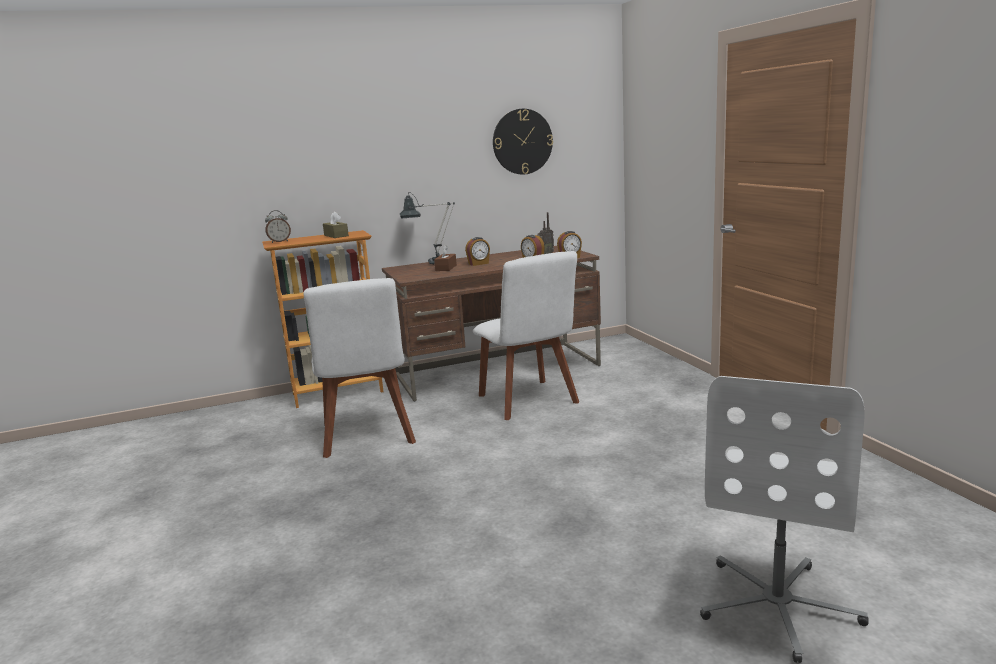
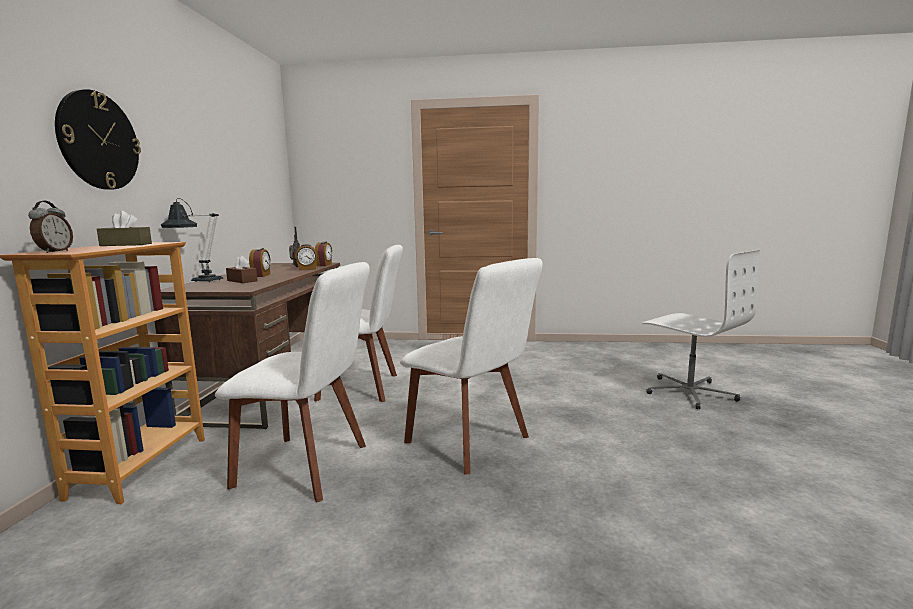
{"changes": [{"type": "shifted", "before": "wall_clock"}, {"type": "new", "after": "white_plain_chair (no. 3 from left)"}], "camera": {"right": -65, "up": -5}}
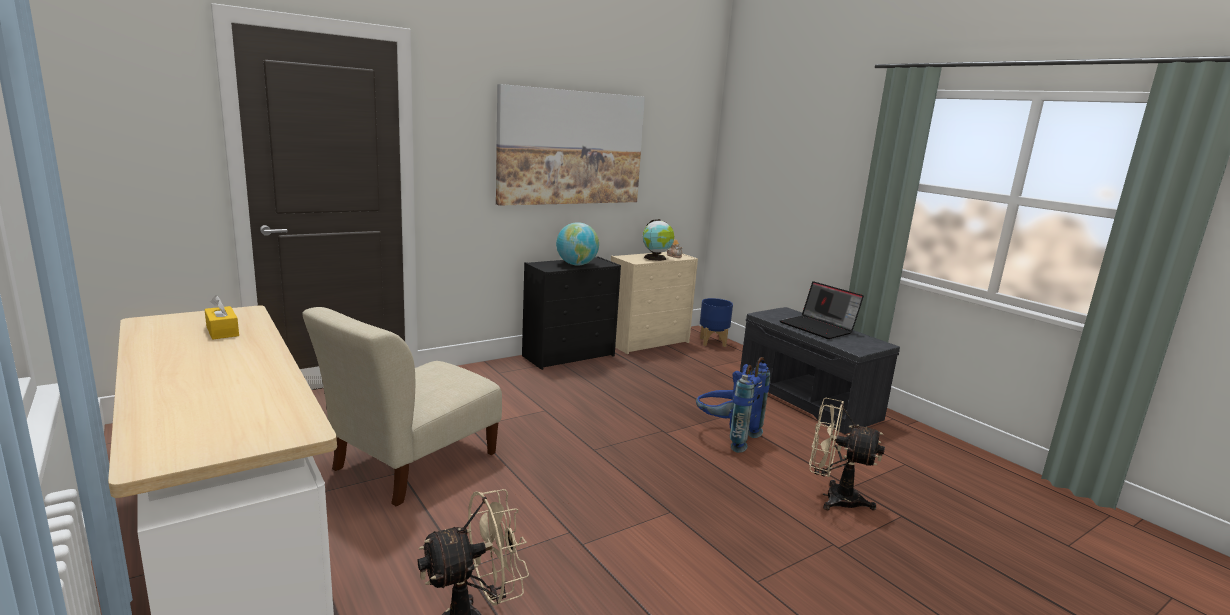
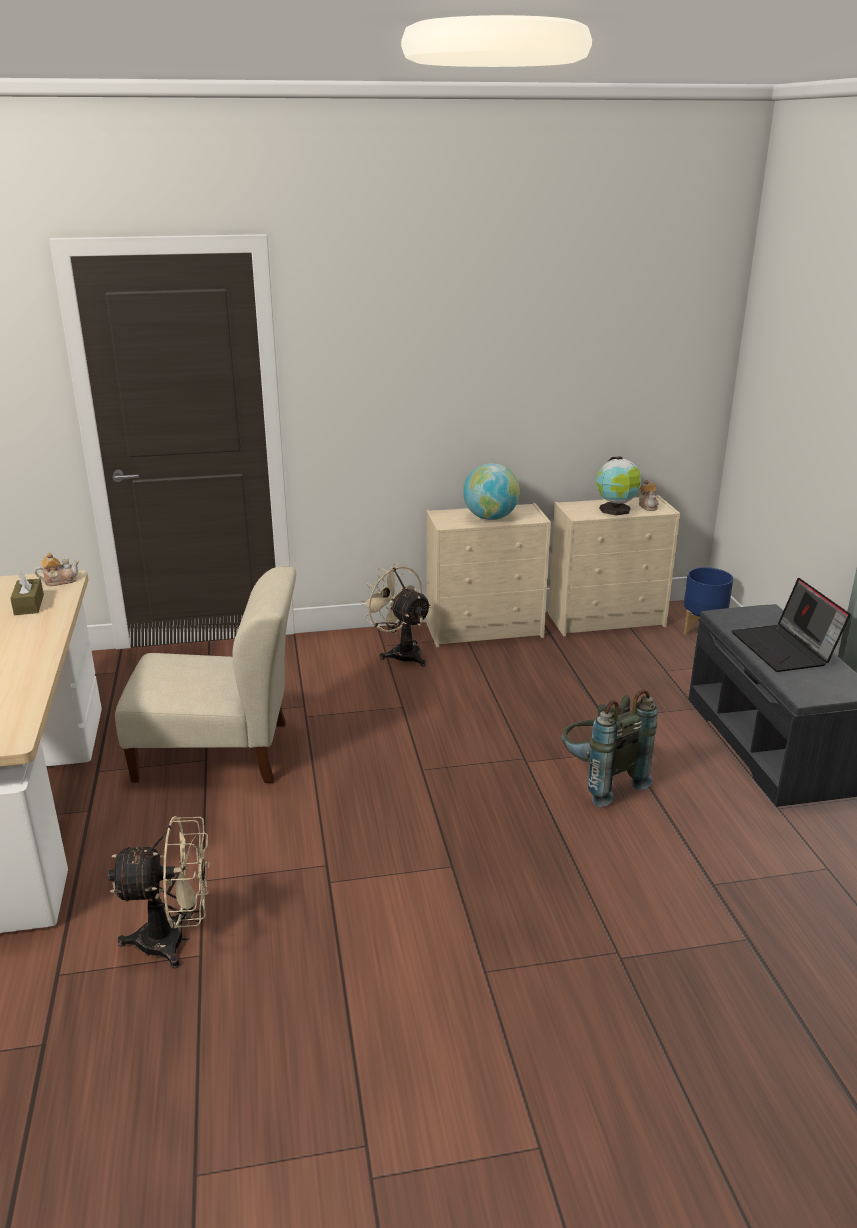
{"changes": [{"type": "repainted", "before": "yellow_tissue_box", "after": "brown-coloured_tissue_box"}, {"type": "rotated", "before": "beige_plain_chair", "turn": -150}, {"type": "gone", "before": "picture"}, {"type": "repainted", "before": "black-coloured_dresser", "after": "beige_dresser (no. 1 from left)"}, {"type": "repainted", "before": "blue_knapsack", "after": "gray_knapsack"}, {"type": "shifted", "before": "beige_cooling_fan (no. 2 from left)"}, {"type": "new", "after": "teapot (no. 1 from left)"}], "camera": {"right": 25, "up": 10}}
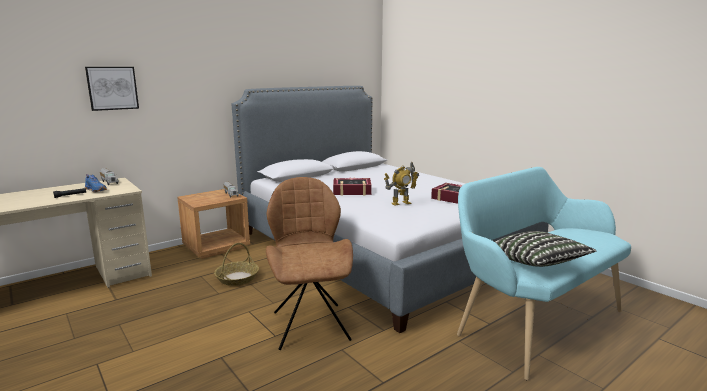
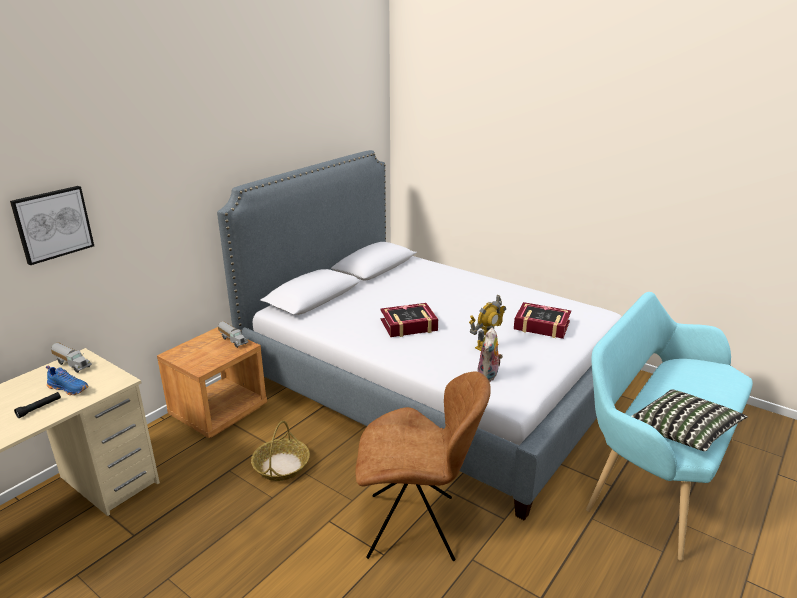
{"changes": [{"type": "rotated", "before": "brown-coloured_plain_chair", "turn": 120}, {"type": "new", "after": "cuddly_toy"}], "camera": {"right": -15, "up": 10}}
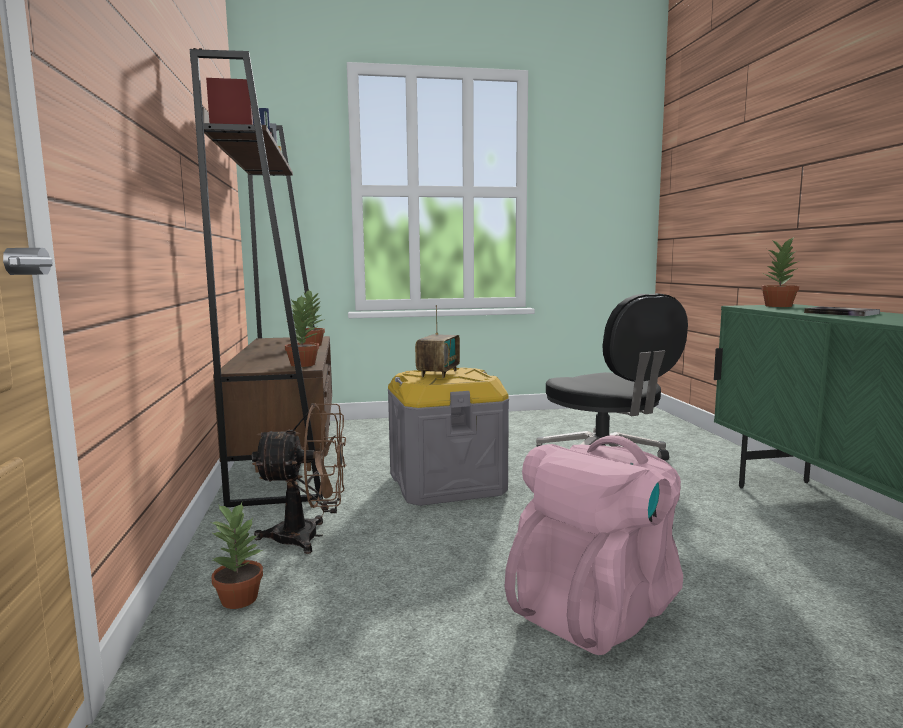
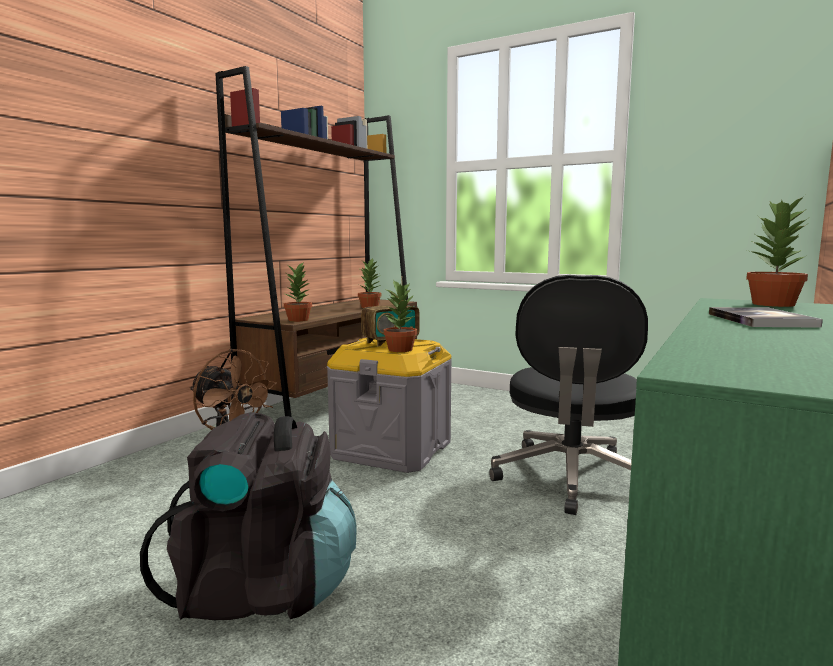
{"changes": [{"type": "shifted", "before": "houseplant (no. 1 from left in the first image)", "after": "houseplant (no. 3 from left)"}, {"type": "repainted", "before": "pink-coloured_knapsack", "after": "black-coloured_knapsack"}], "camera": {"right": 40, "up": 0}}
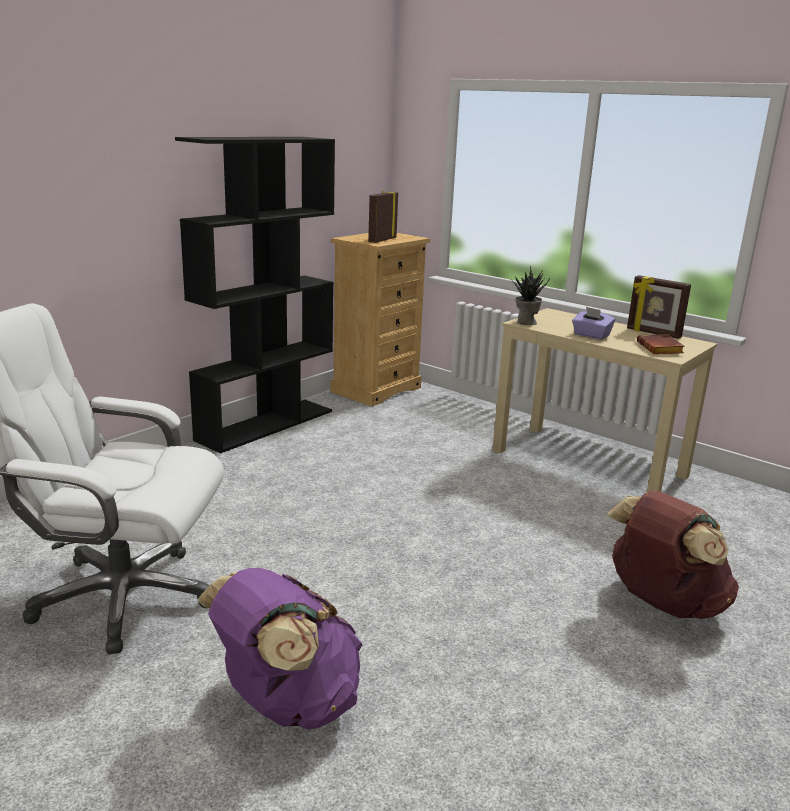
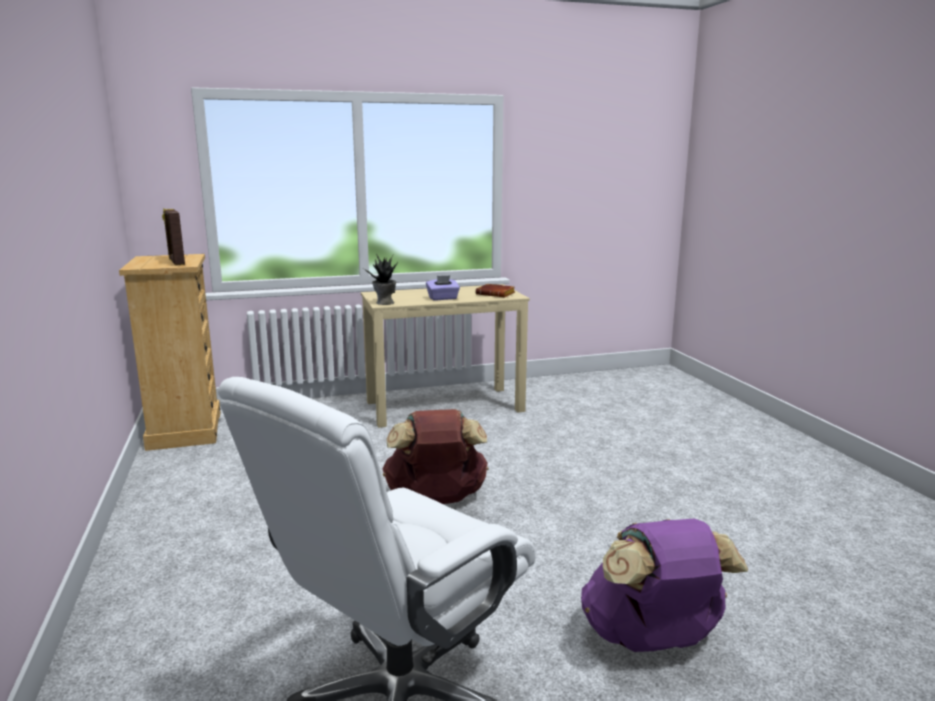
{"changes": [{"type": "gone", "before": "black-coloured_bookshelf"}, {"type": "shifted", "before": "brown-coloured_knapsack"}, {"type": "gone", "before": "photo_frame (no. 2 from left)"}], "camera": {"right": -55, "up": -5}}
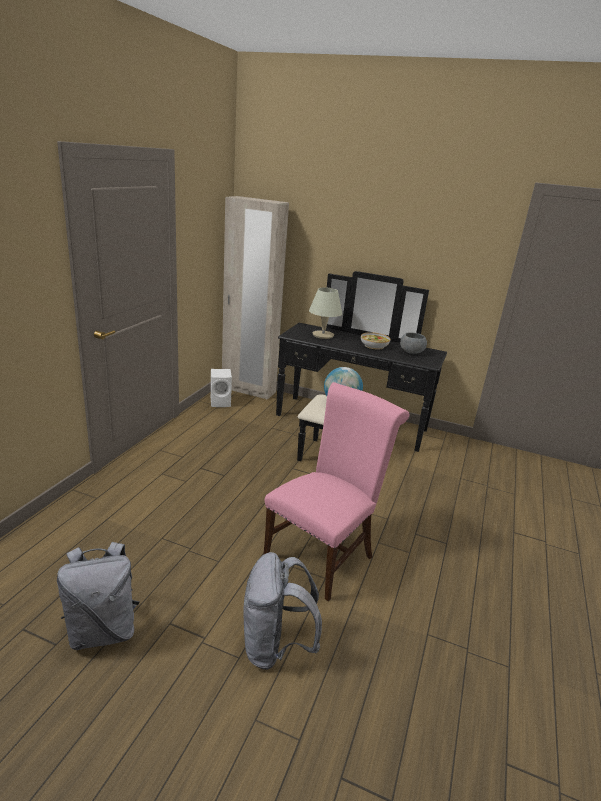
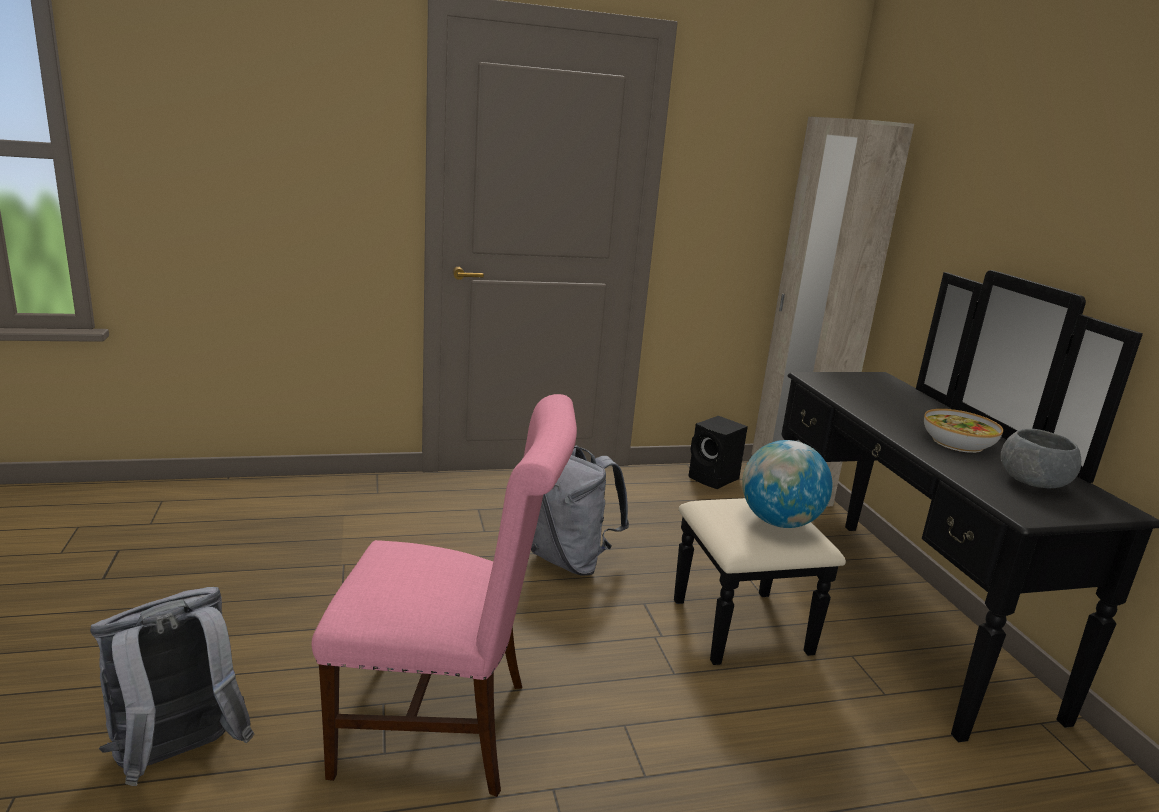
{"changes": [{"type": "shifted", "before": "gray_knapsack (no. 1 from left in the first image)", "after": "gray_knapsack (no. 2 from left)"}, {"type": "repainted", "before": "white_audio_speaker", "after": "black-coloured_audio_speaker"}, {"type": "gone", "before": "beige_lamp_for_a_table"}], "camera": {"right": 55, "up": -5}}
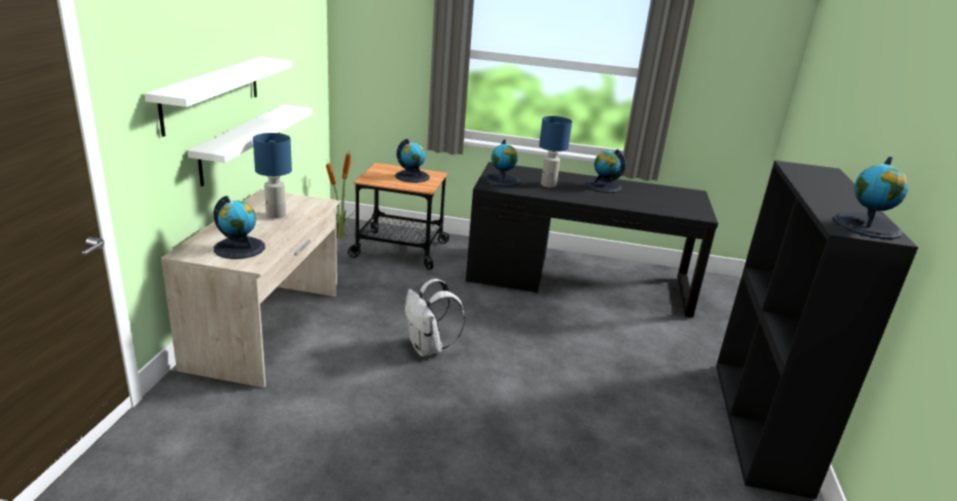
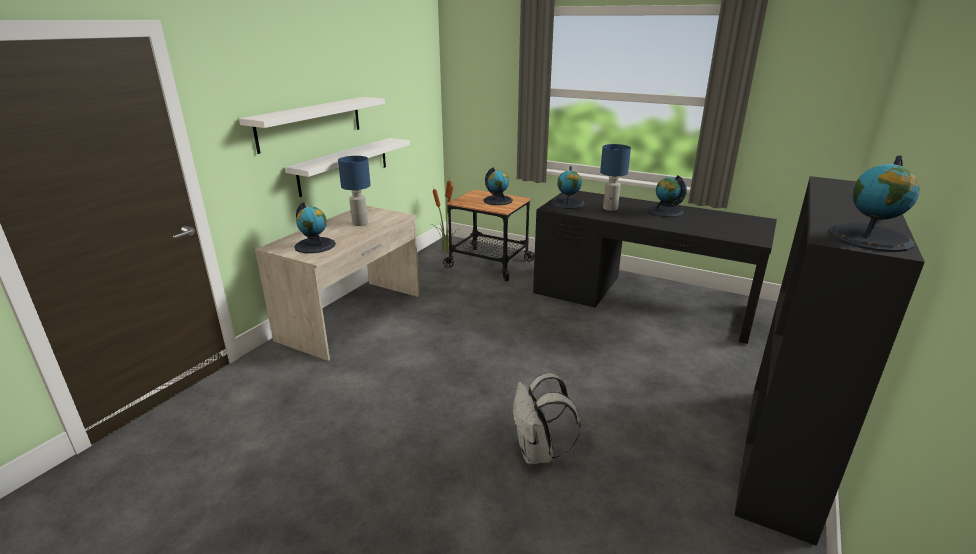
{"changes": [{"type": "shifted", "before": "white_knapsack"}], "camera": {"right": 20, "up": 0}}
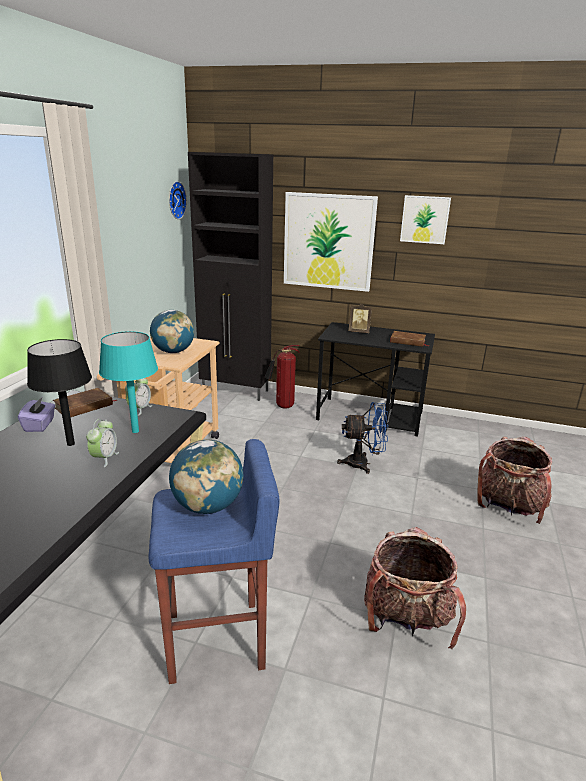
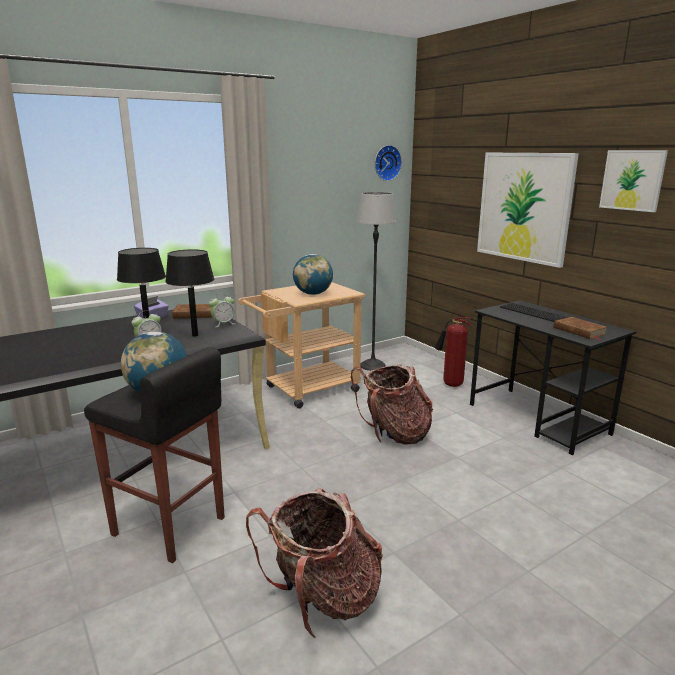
{"changes": [{"type": "repainted", "before": "turquoise_lamp_for_a_table", "after": "black-coloured_lamp_for_a_table (no. 2 from left)"}, {"type": "repainted", "before": "blue_stool_seat", "after": "black-coloured_stool_seat"}, {"type": "gone", "before": "black-coloured_cupboard"}, {"type": "gone", "before": "blue_cooling_fan"}, {"type": "swapped", "before": "photo_frame", "after": "keyboard"}, {"type": "shifted", "before": "knapsack (no. 2 from left)"}, {"type": "new", "after": "floor_lamp"}], "camera": {"right": 40, "up": -5}}
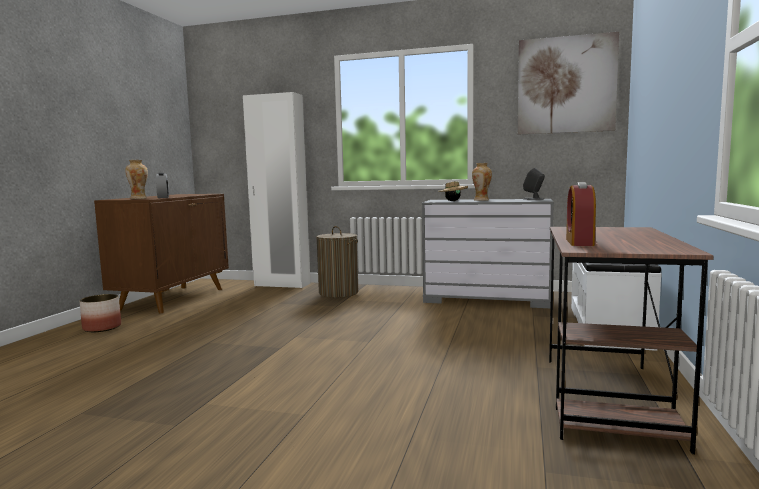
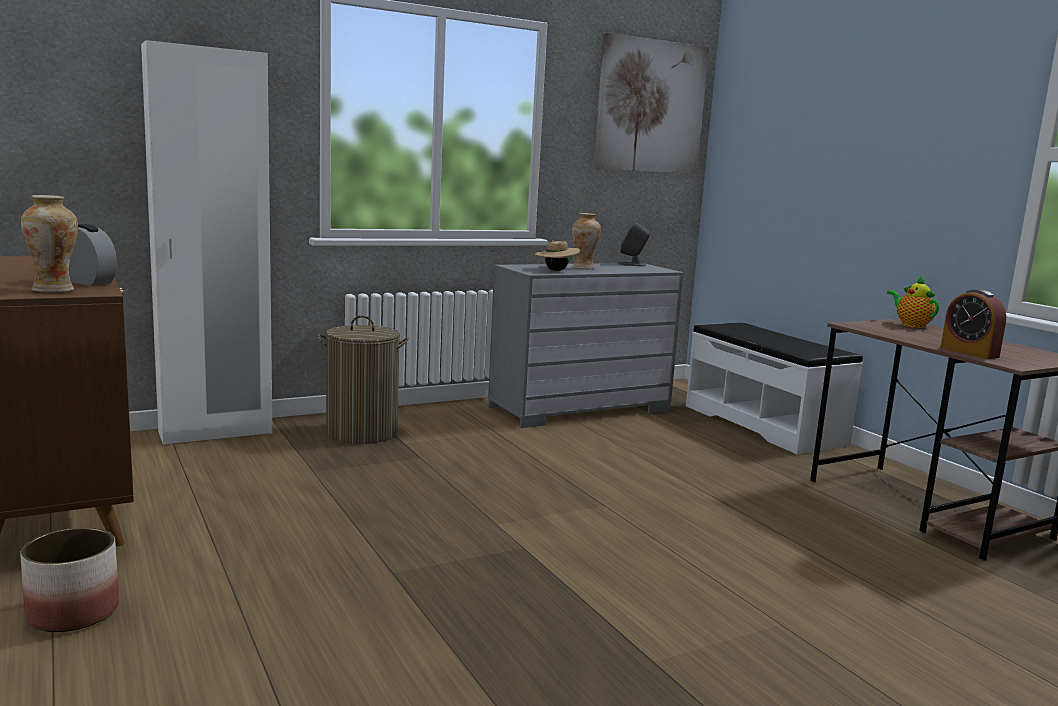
{"changes": [{"type": "new", "after": "teapot"}], "camera": {"right": -45, "up": 5}}
